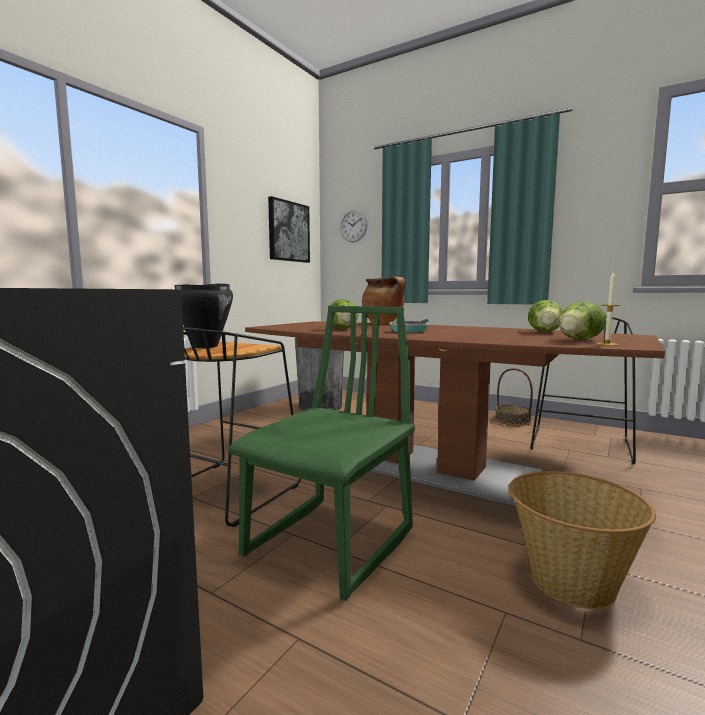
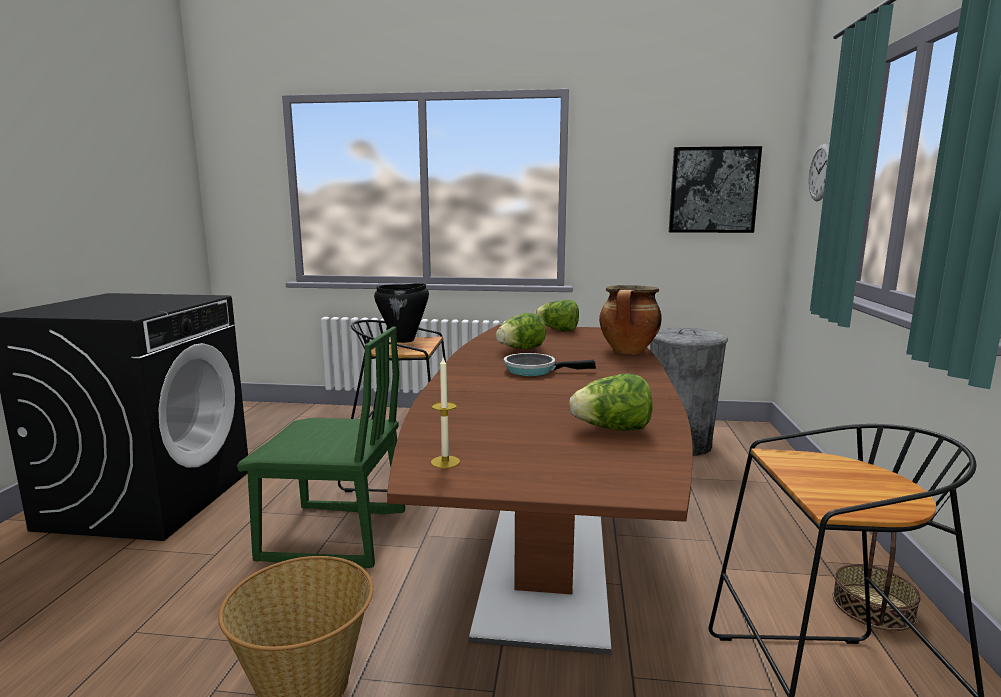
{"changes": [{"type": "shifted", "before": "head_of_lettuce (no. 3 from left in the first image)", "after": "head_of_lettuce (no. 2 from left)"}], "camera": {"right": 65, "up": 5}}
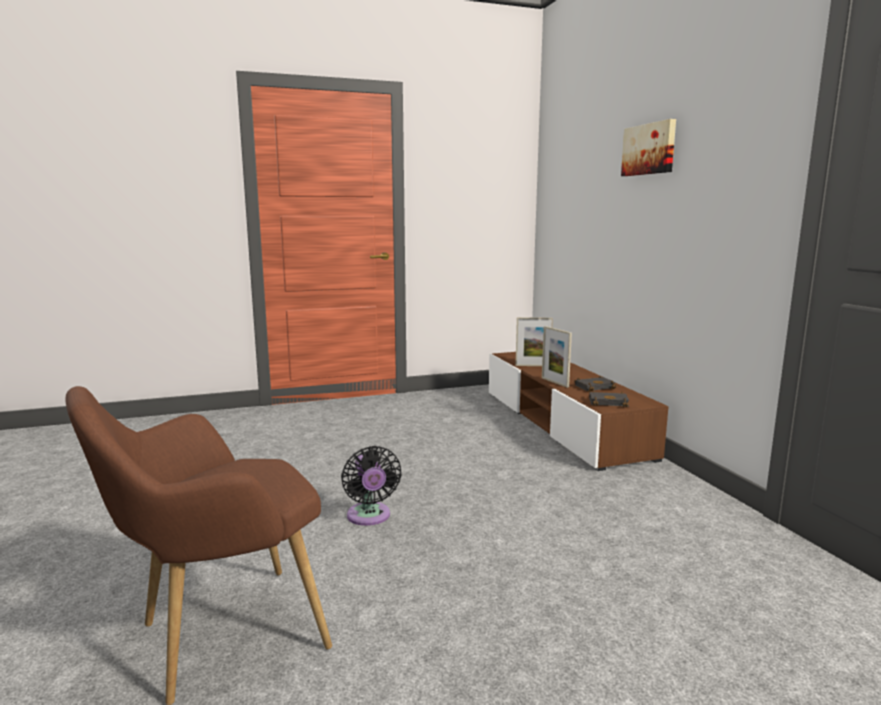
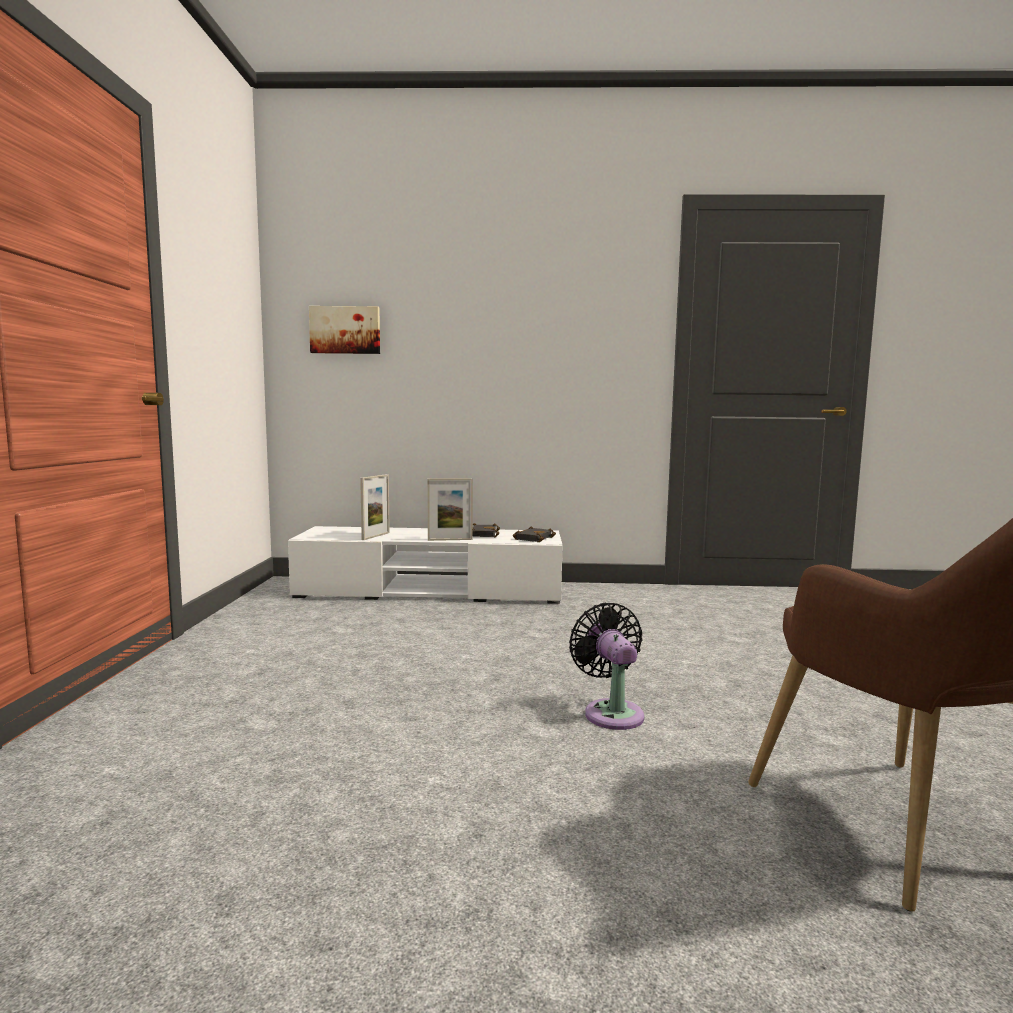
{"changes": [{"type": "rotated", "before": "black-coloured_cooling_fan", "turn": -105}, {"type": "repainted", "before": "brown-coloured_media_console", "after": "white_media_console"}, {"type": "shifted", "before": "picture"}], "camera": {"right": -70, "up": -5}}
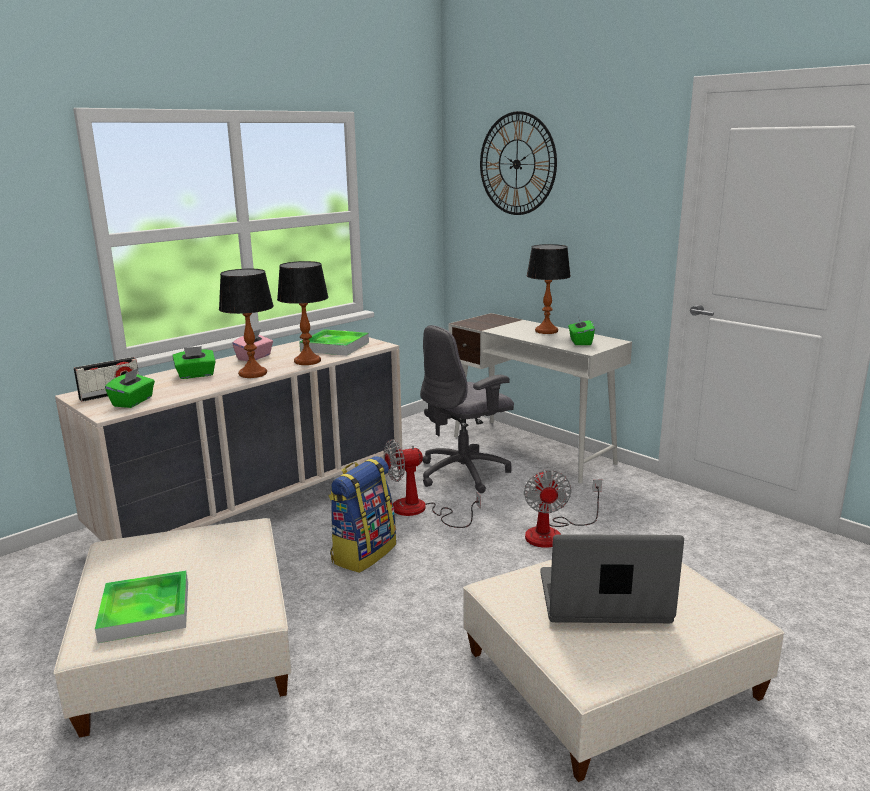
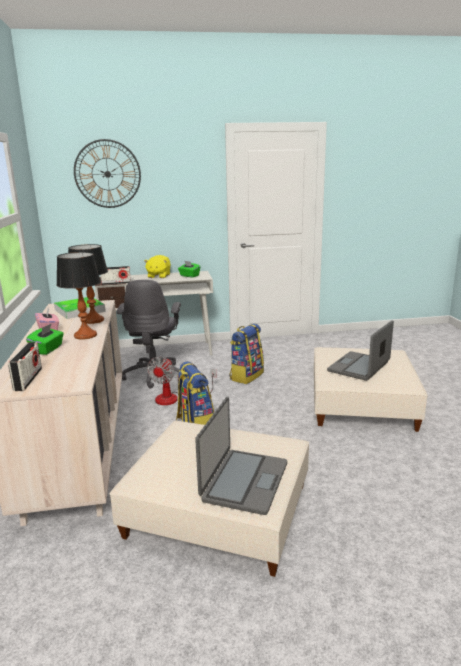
{"changes": [{"type": "swapped", "before": "tray (no. 1 from left)", "after": "laptop (no. 1 from left)"}, {"type": "gone", "before": "green-coloured_tissue_box (no. 1 from left)"}, {"type": "swapped", "before": "cooling_fan (no. 2 from left)", "after": "knapsack (no. 2 from left)"}, {"type": "swapped", "before": "lamp_for_a_table (no. 3 from left)", "after": "yellow_cuddly_toy"}, {"type": "new", "after": "radio_set (no. 2 from left)"}], "camera": {"right": -55, "up": 0}}
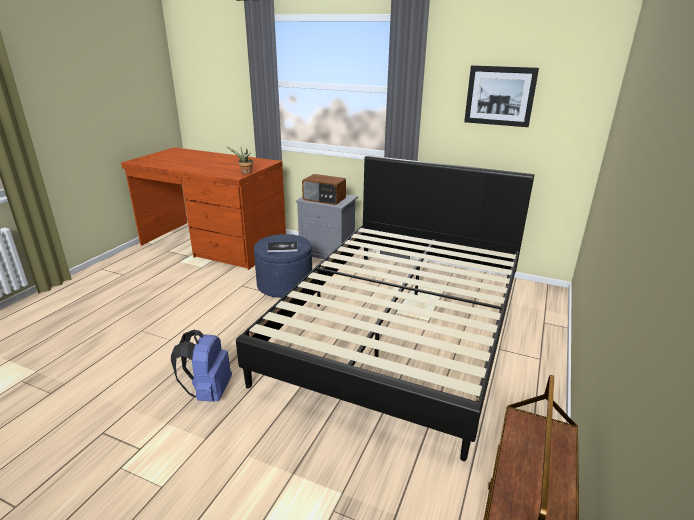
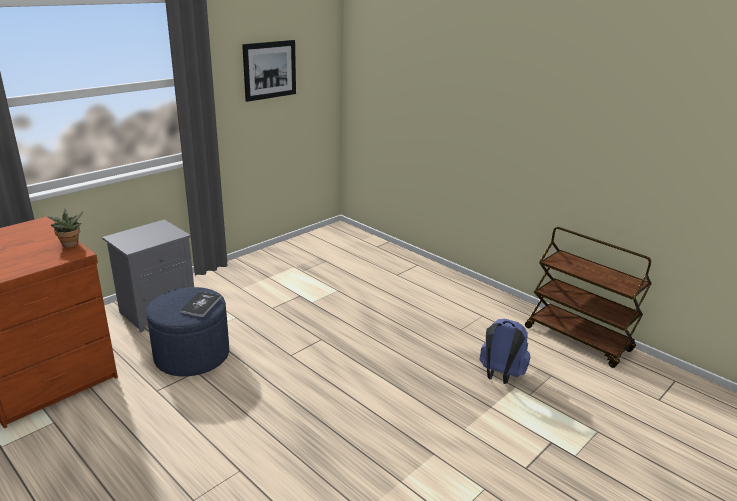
{"changes": [{"type": "shifted", "before": "blue_knapsack"}, {"type": "gone", "before": "black-coloured_bed"}, {"type": "gone", "before": "radio_set"}], "camera": {"right": -70, "up": 0}}
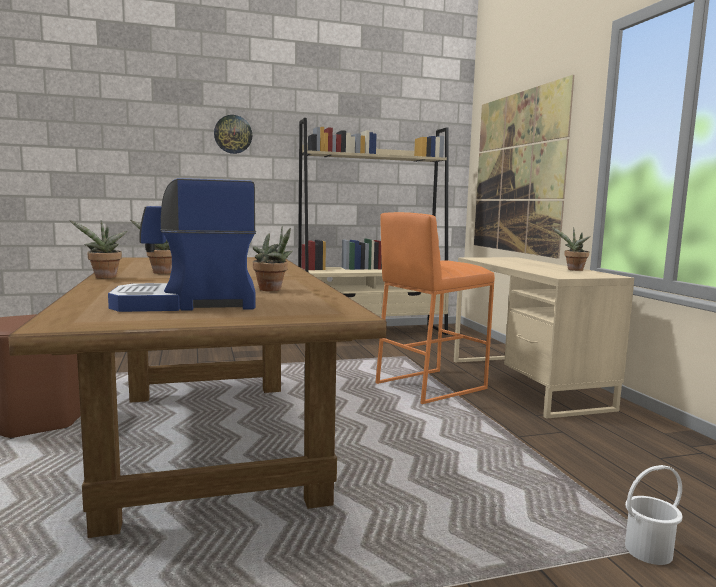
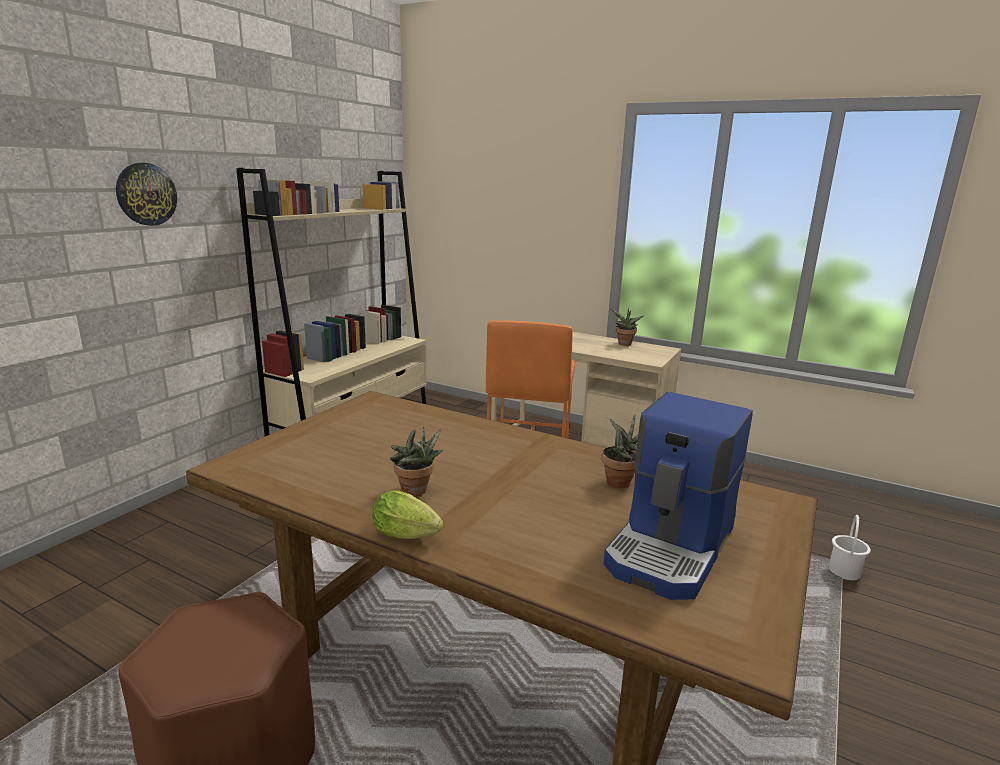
{"changes": [{"type": "swapped", "before": "houseplant (no. 1 from left)", "after": "head_of_lettuce"}, {"type": "gone", "before": "picture"}], "camera": {"right": -45, "up": 10}}
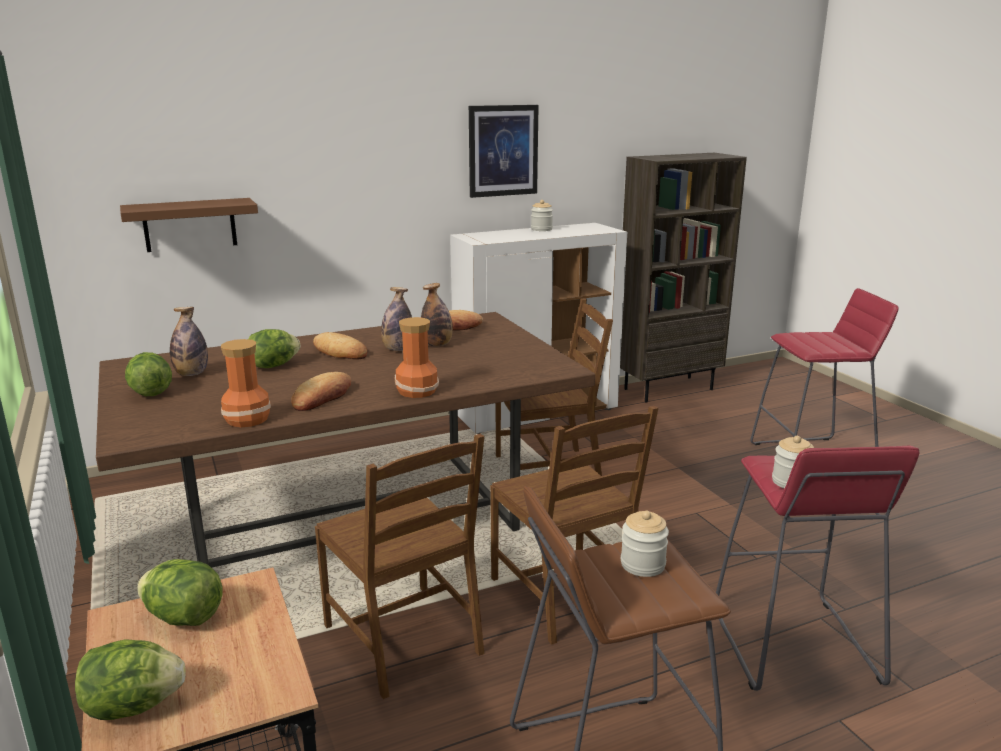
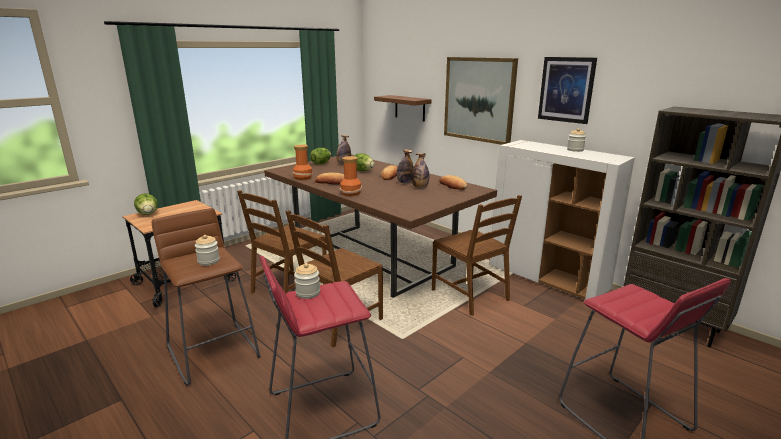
{"changes": [{"type": "gone", "before": "head_of_lettuce (no. 3 from left)"}, {"type": "new", "after": "picture (no. 1 from left)"}], "camera": {"right": 70, "up": 0}}
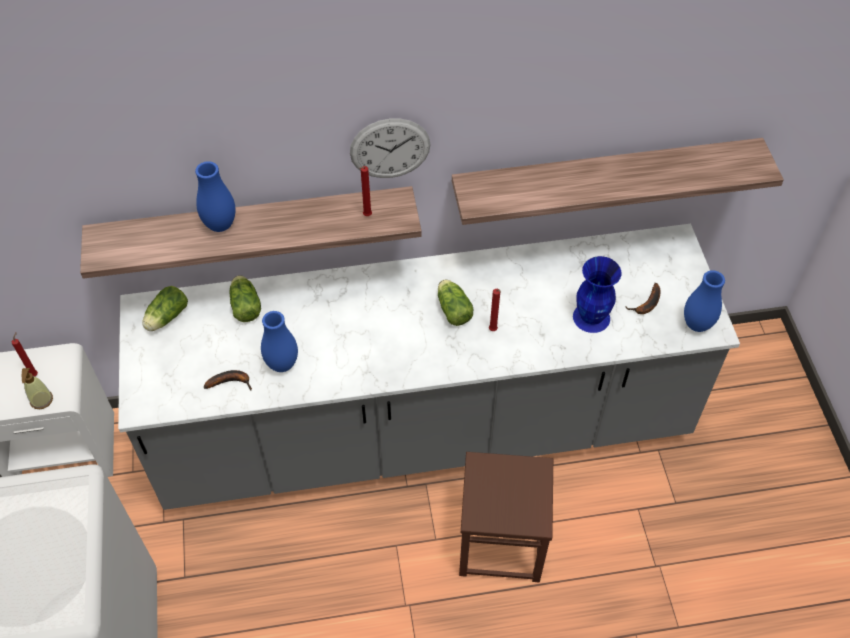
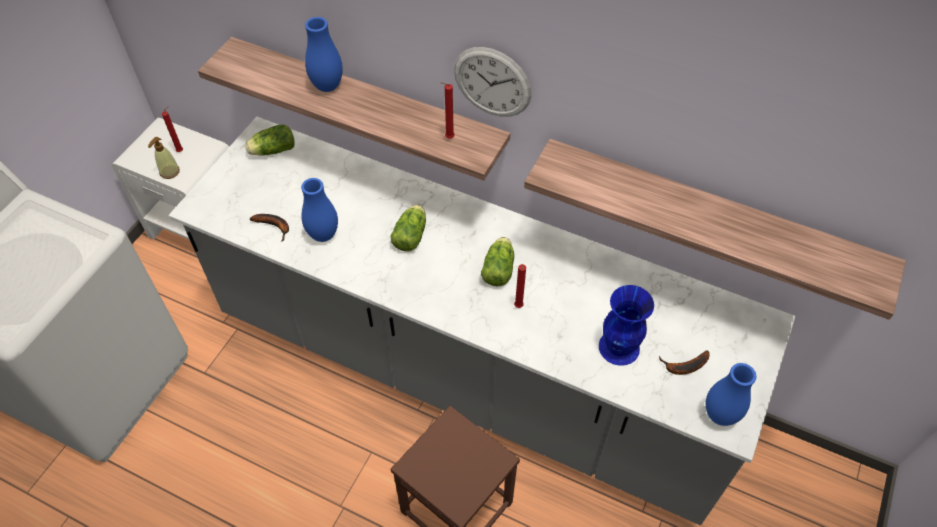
{"changes": [{"type": "shifted", "before": "head_of_lettuce (no. 2 from left)"}], "camera": {"right": 35, "up": 0}}
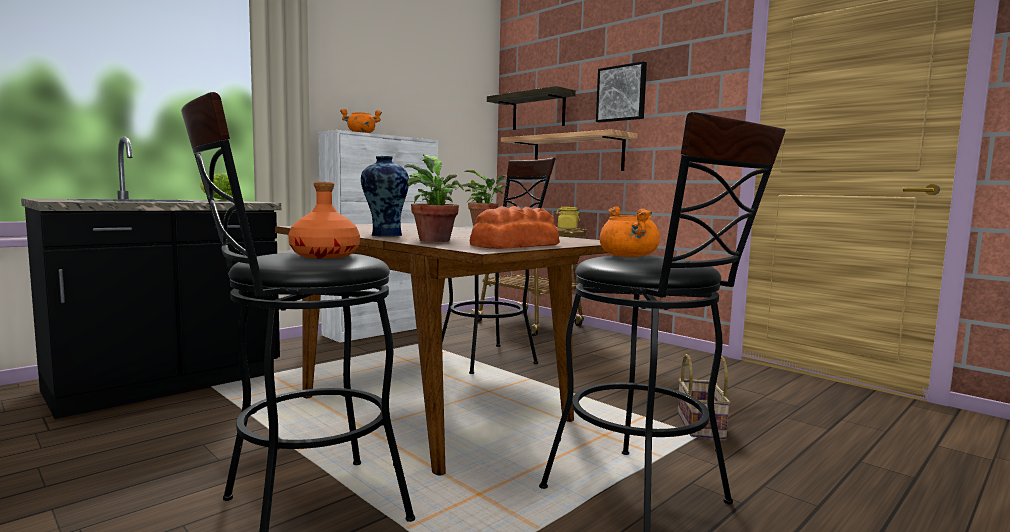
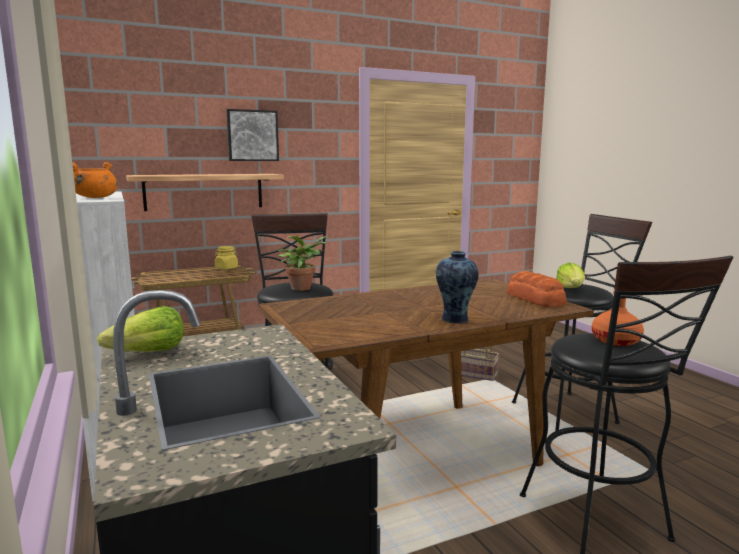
{"changes": [{"type": "gone", "before": "houseplant (no. 1 from left)"}, {"type": "gone", "before": "wall_shelf (no. 1 from left)"}, {"type": "swapped", "before": "orange-coloured_saucepot (no. 2 from left)", "after": "head_of_lettuce (no. 2 from left)"}], "camera": {"right": -70, "up": 5}}
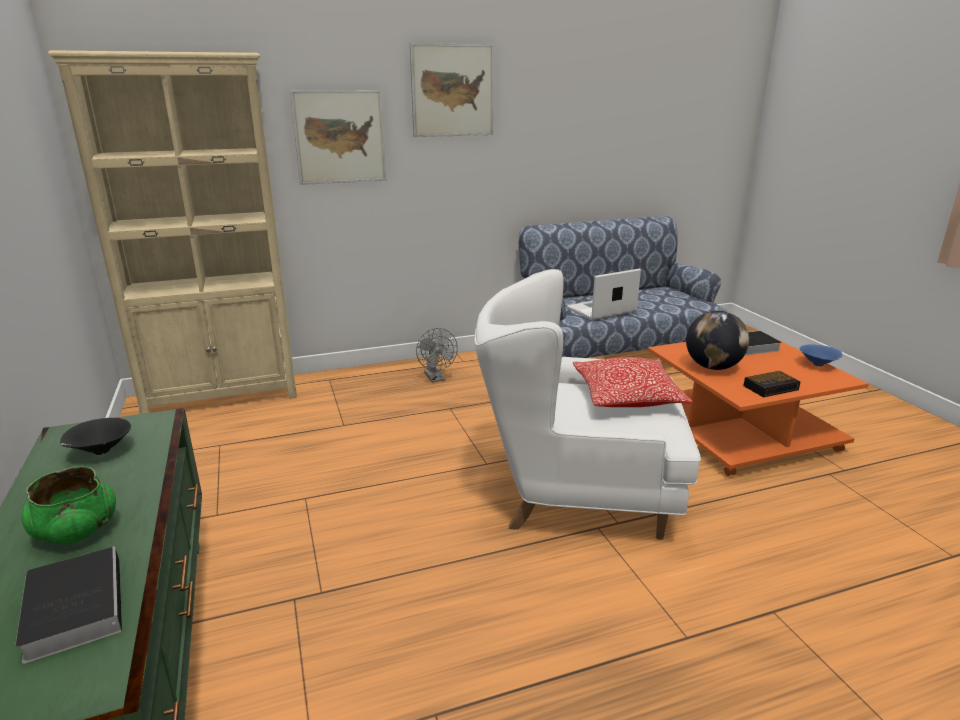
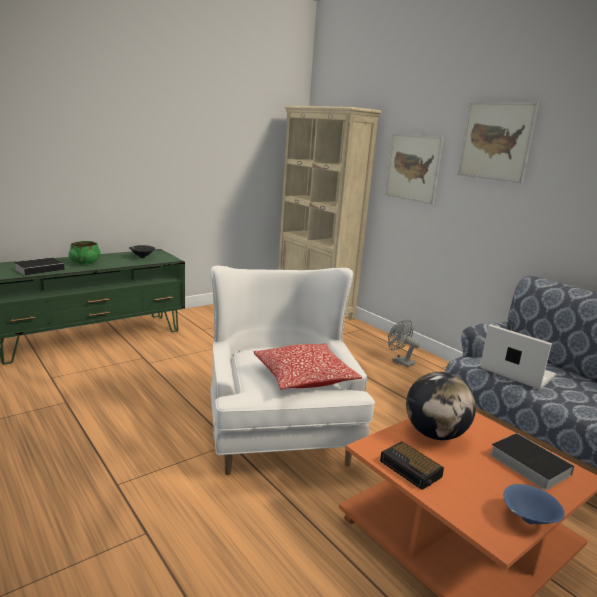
{"changes": [{"type": "rotated", "before": "gray_cooling_fan", "turn": 90}], "camera": {"right": 70, "up": -5}}
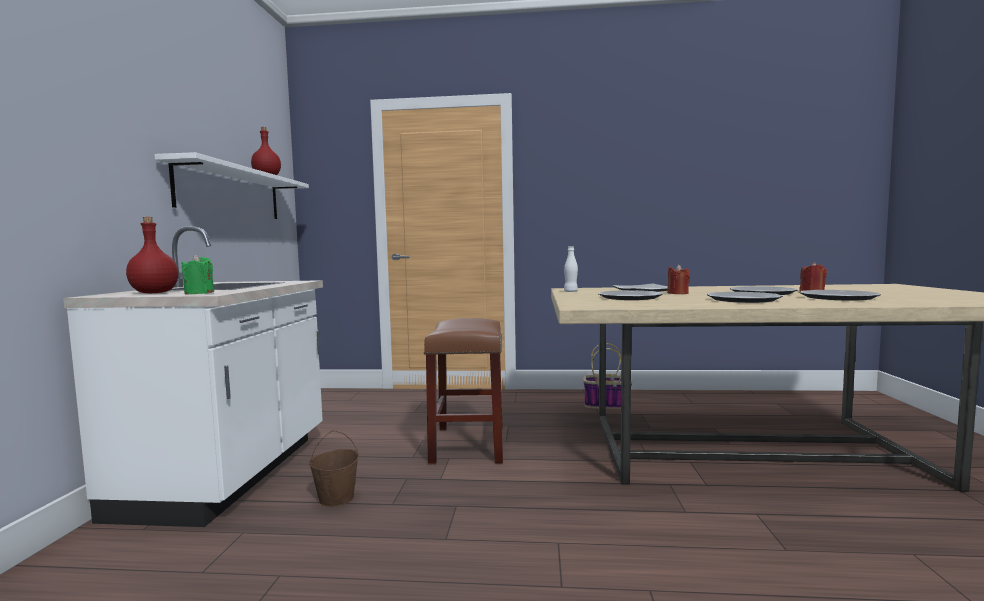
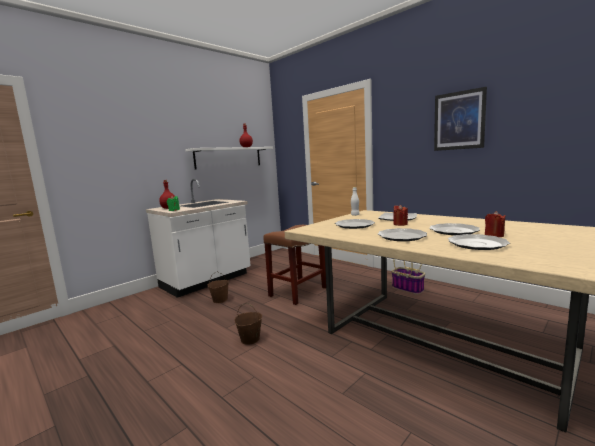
{"changes": [{"type": "new", "after": "brown-coloured_water_bucket (no. 2 from left)"}, {"type": "new", "after": "picture"}], "camera": {"right": 40, "up": 5}}
